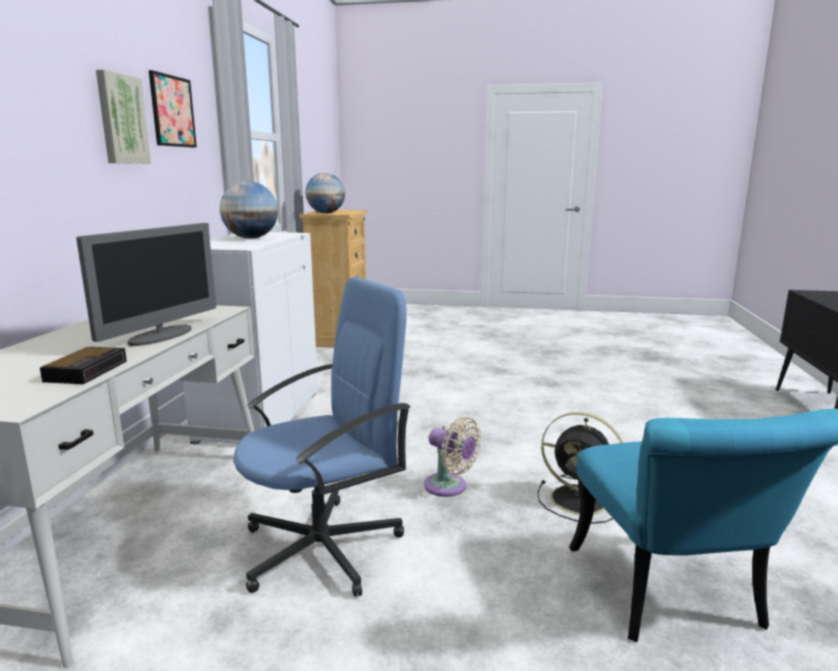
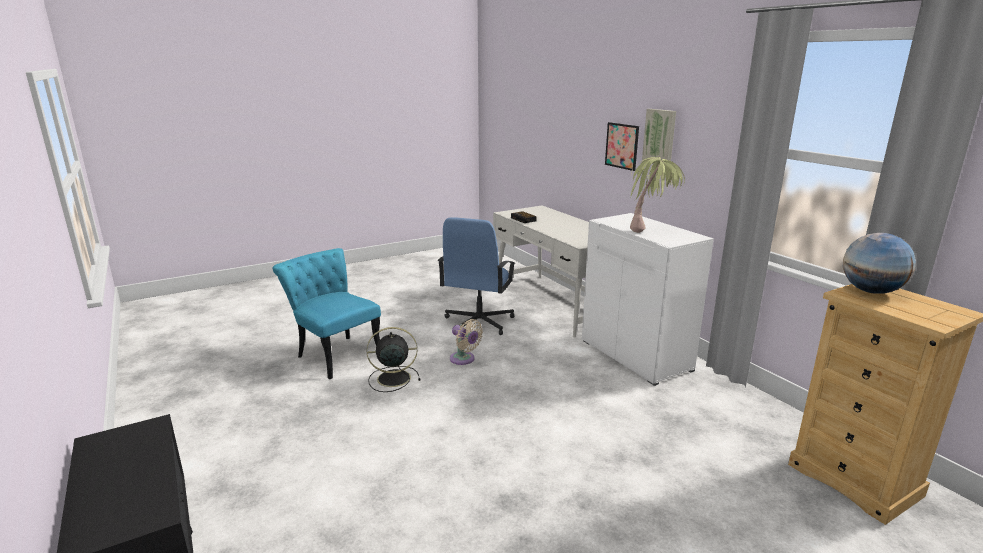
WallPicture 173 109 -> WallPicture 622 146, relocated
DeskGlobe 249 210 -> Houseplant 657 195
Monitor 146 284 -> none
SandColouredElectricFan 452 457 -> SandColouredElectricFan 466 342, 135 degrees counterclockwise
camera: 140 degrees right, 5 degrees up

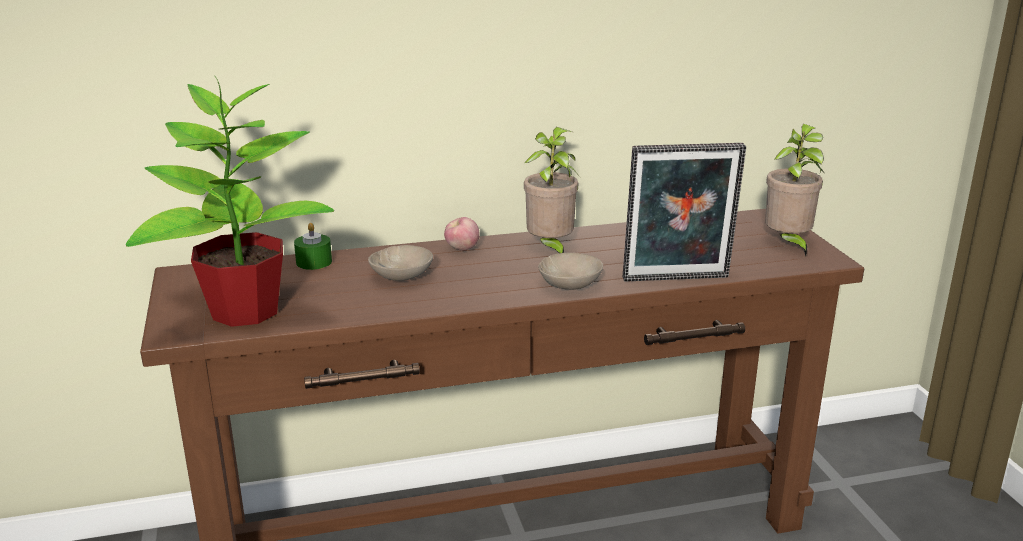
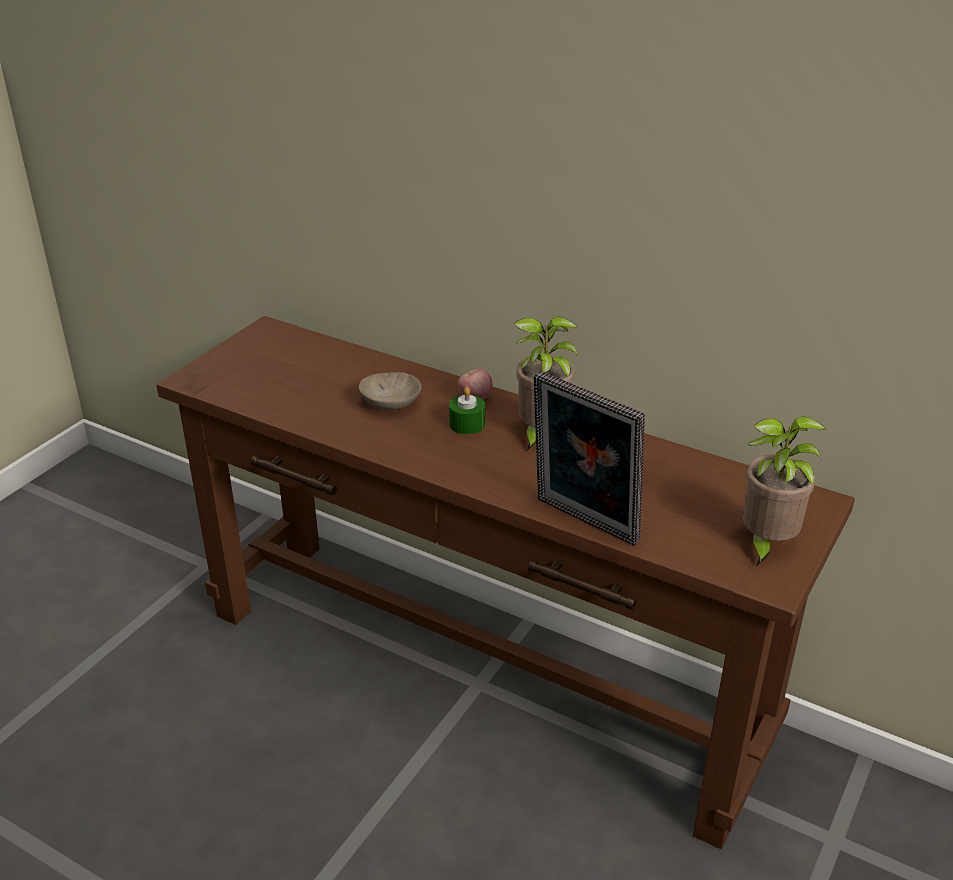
Houseplant 230 201 -> none
GreenWaxCandle 313 246 -> GreenWaxCandle 467 410, relocated
SandColouredServingBowl 570 271 -> none
camera: 45 degrees right, 10 degrees up

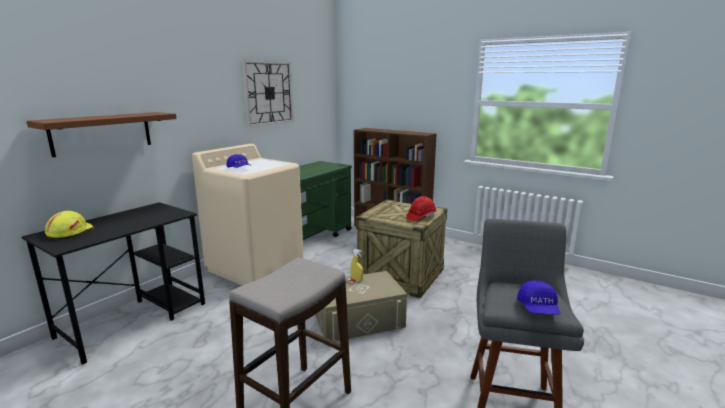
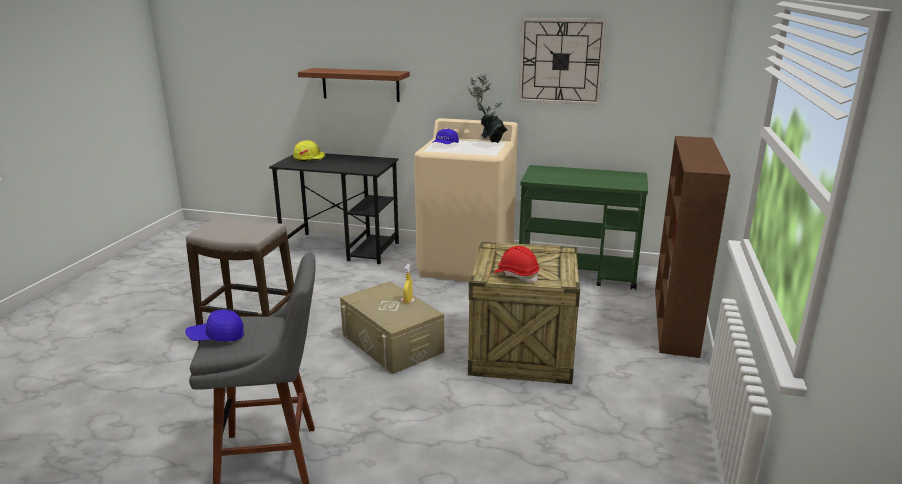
none -> Houseplant 487 108
camera: 70 degrees right, 5 degrees up

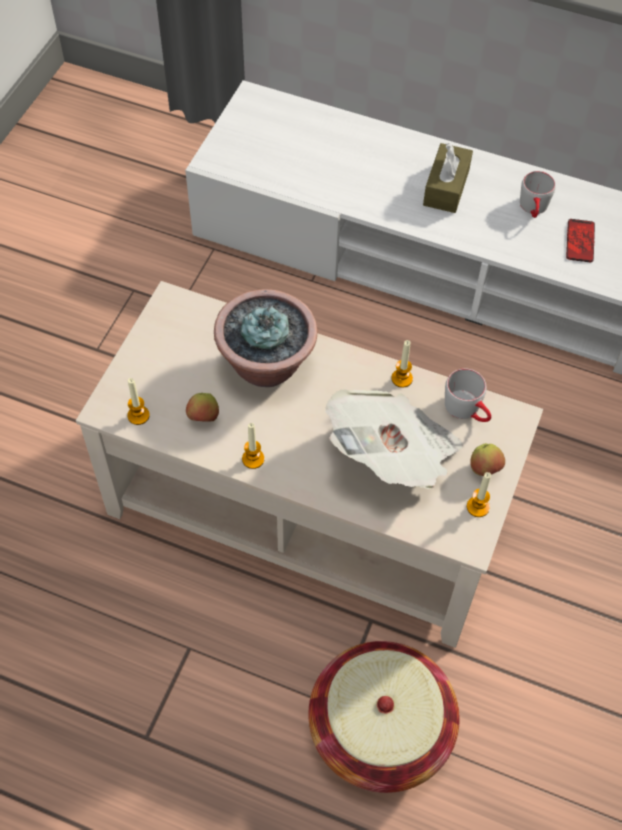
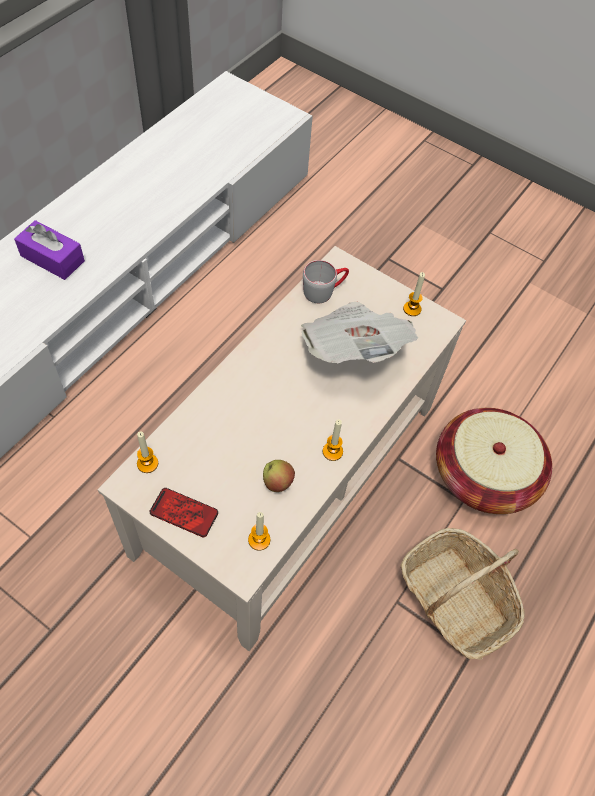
BrownTissueBox 448 178 -> PurplishTissueBox 49 250
GrayCoffeeMug 538 194 -> none
Handset 580 240 -> Handset 184 512, relocated
Houseplant 266 338 -> none
WaxCandle 402 364 -> WaxCandle 147 452, relocated
AppleFruit 487 459 -> none
none -> HouseholdBasket 462 594
camera: 80 degrees left, 0 degrees up

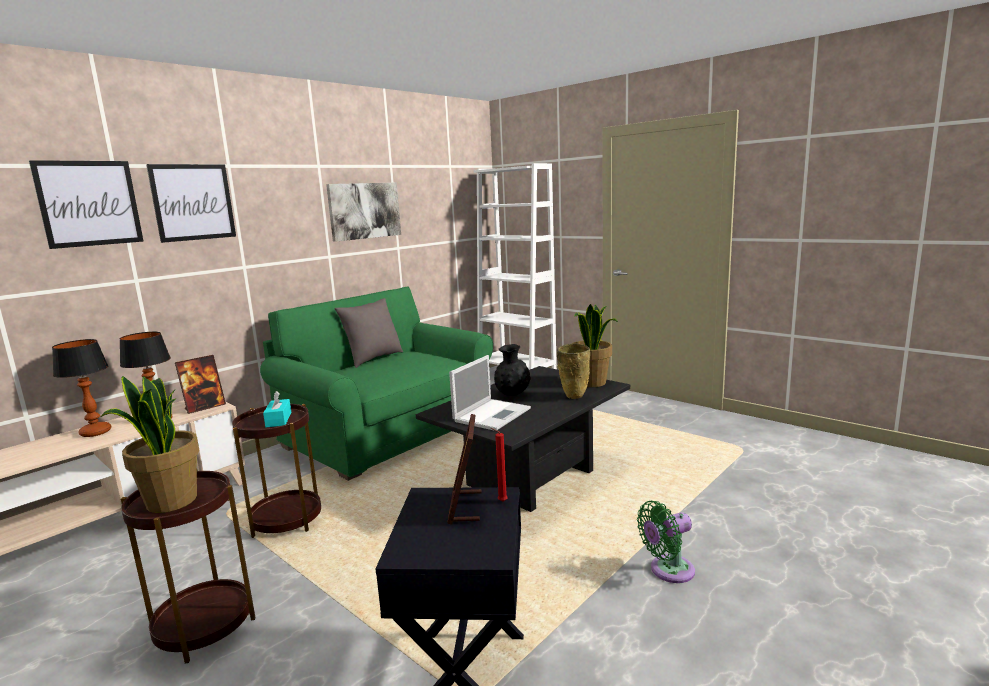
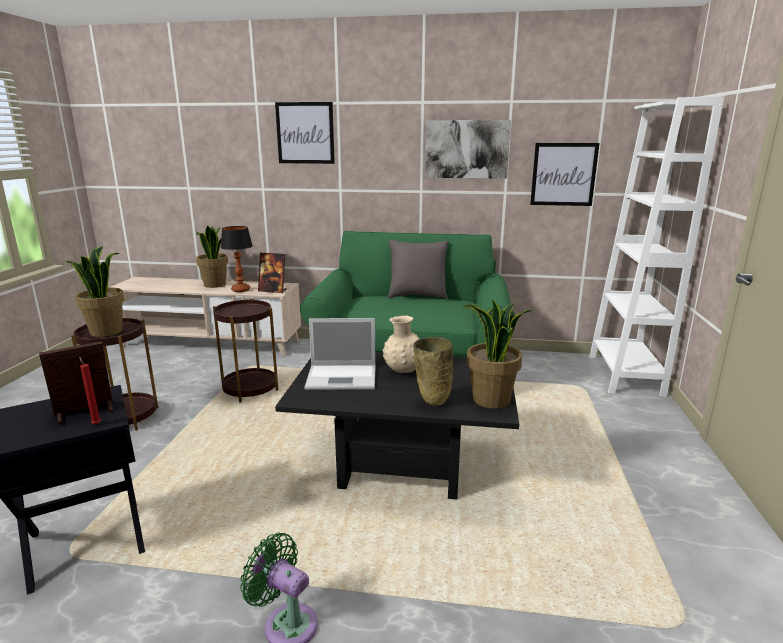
WallPicture 86 204 -> WallPicture 565 174, relocated
LampForATable 81 388 -> Houseplant 212 257
BlackishFlowerVase 512 370 -> SandColouredFlowerVase 401 344
TurquoiseColouredTissueBox 277 409 -> none
camera: 55 degrees right, 5 degrees up

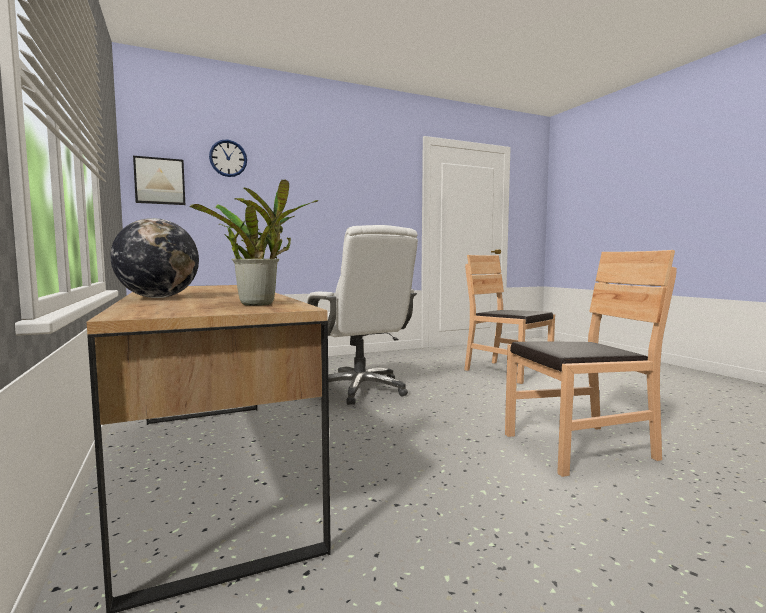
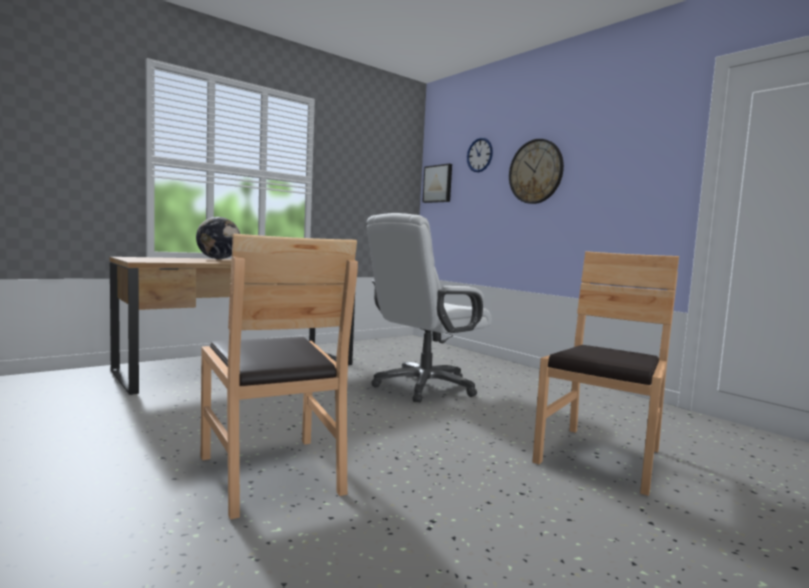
Houseplant 254 242 -> none
none -> WallClock 536 171
camera: 75 degrees right, 0 degrees up

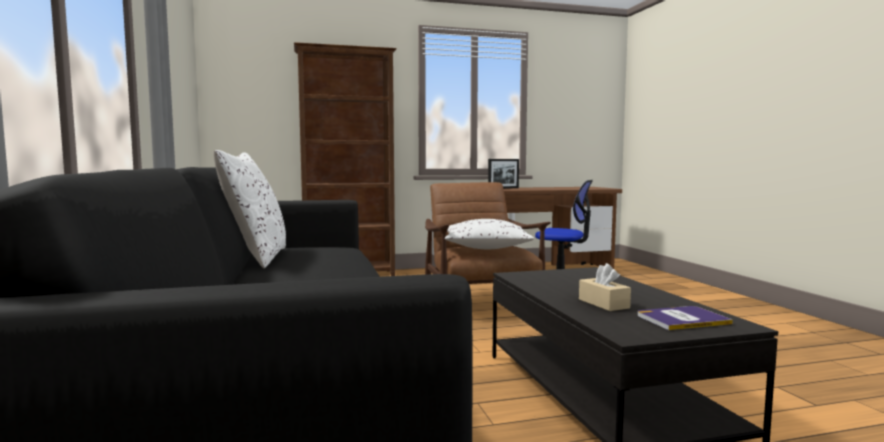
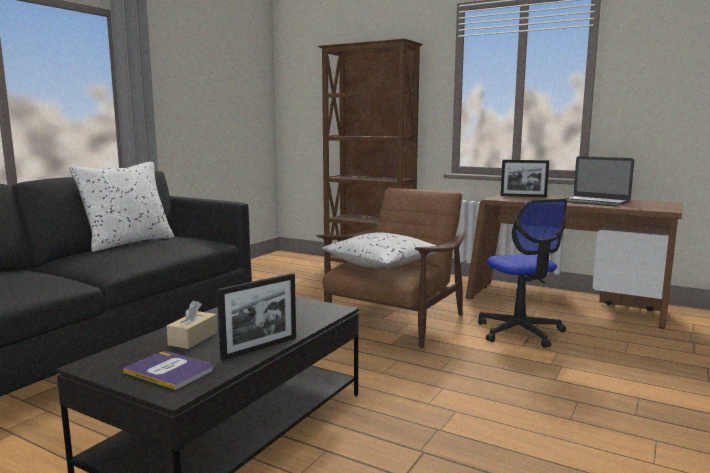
none -> Laptop 599 181
none -> StandingFrame 256 317
camera: 45 degrees right, 5 degrees up

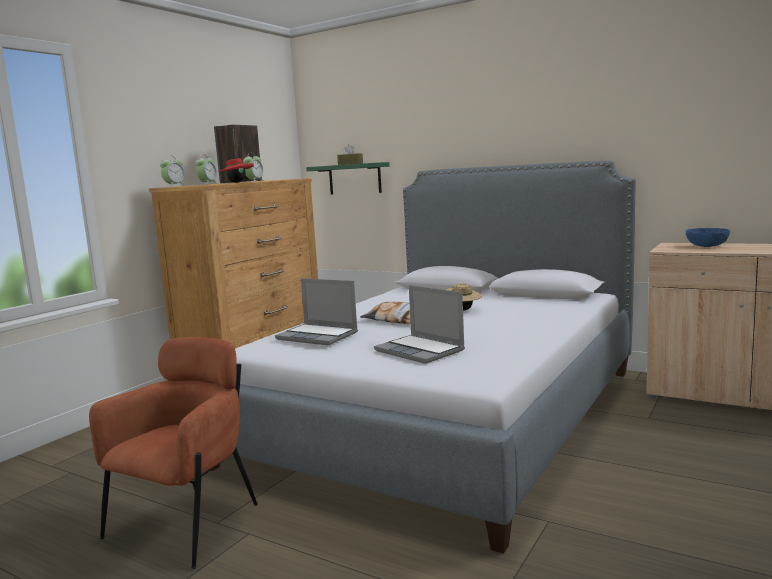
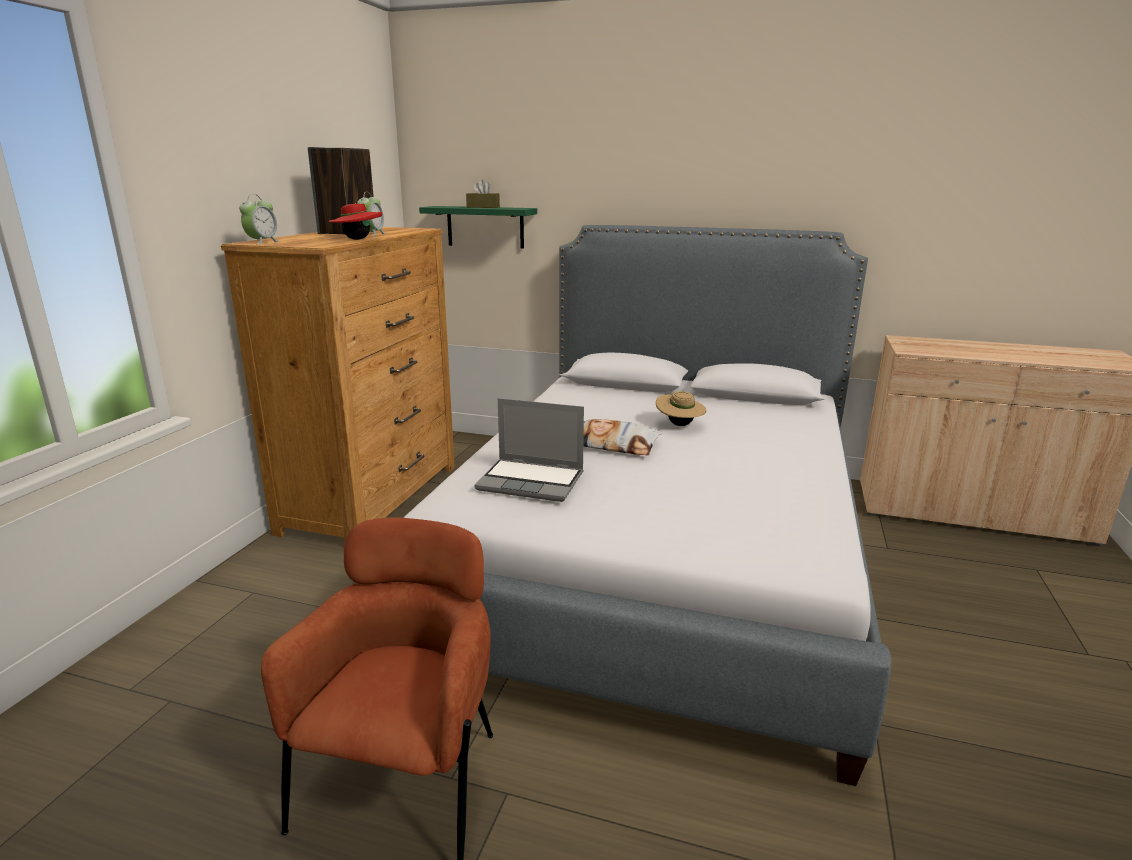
TableClock 207 169 -> none
BluishServingBowl 708 237 -> none
Laptop 419 324 -> none
camera: 15 degrees left, 10 degrees up

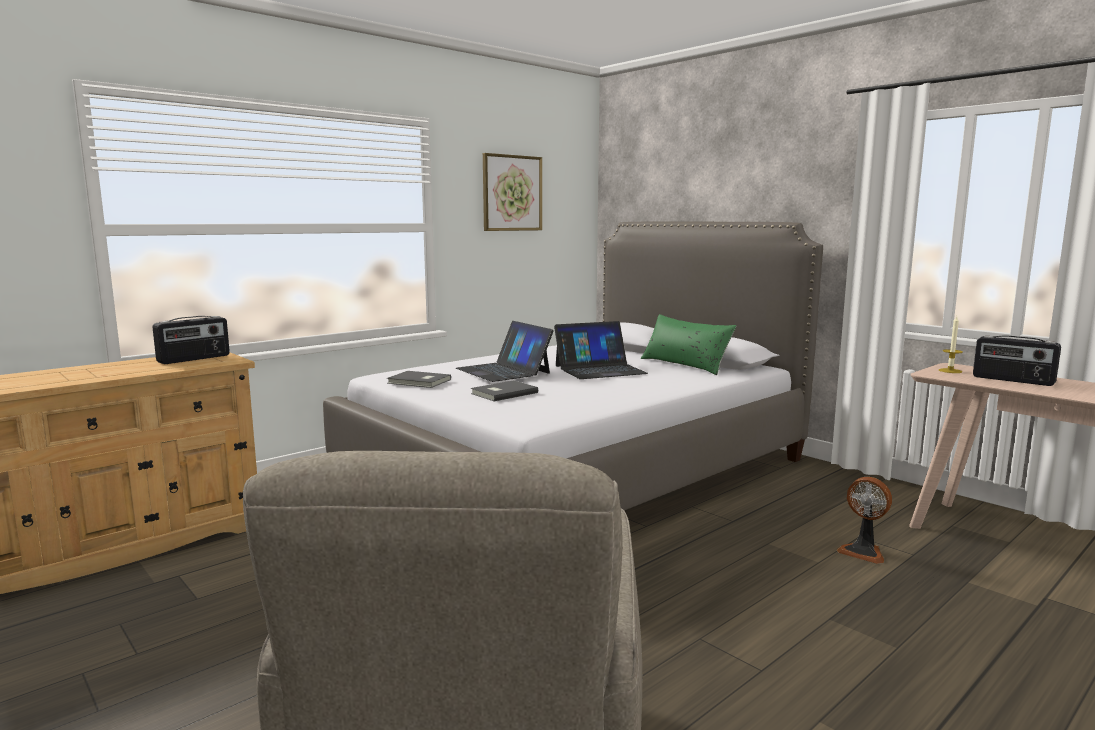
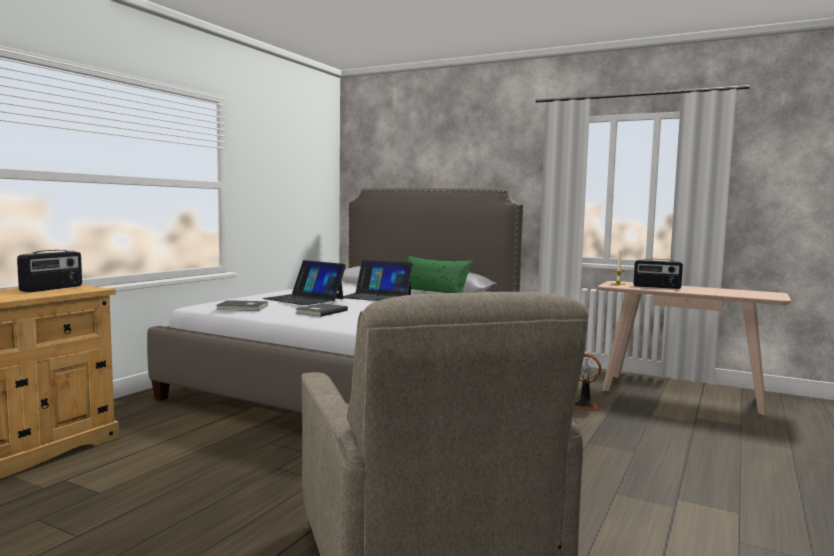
WallPicture 512 192 -> none
Laptop 601 350 -> Laptop 378 280, 60 degrees clockwise
camera: 20 degrees left, 5 degrees down

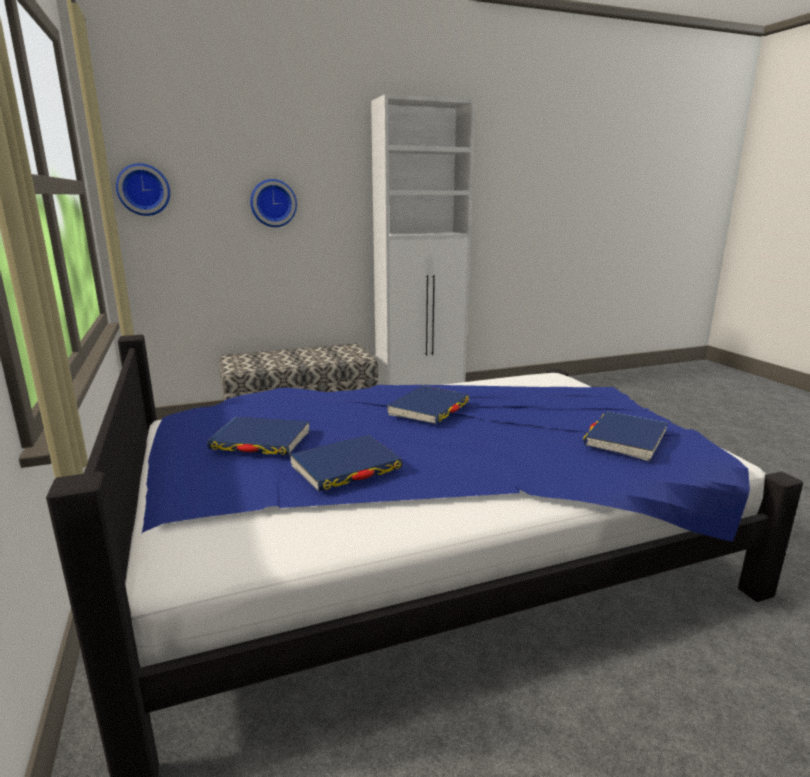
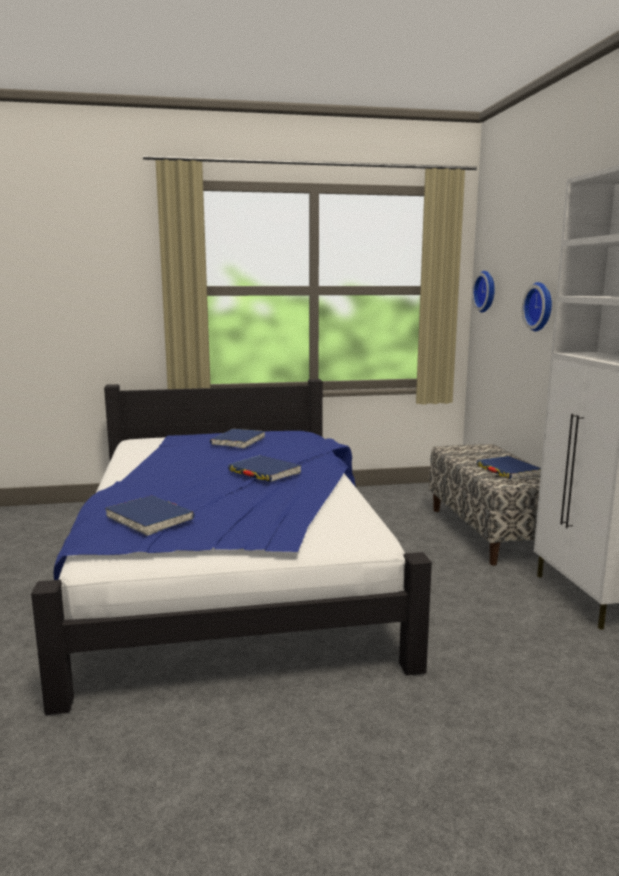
BluishBook 346 463 -> BluishBook 508 467, relocated
camera: 100 degrees right, 5 degrees down

